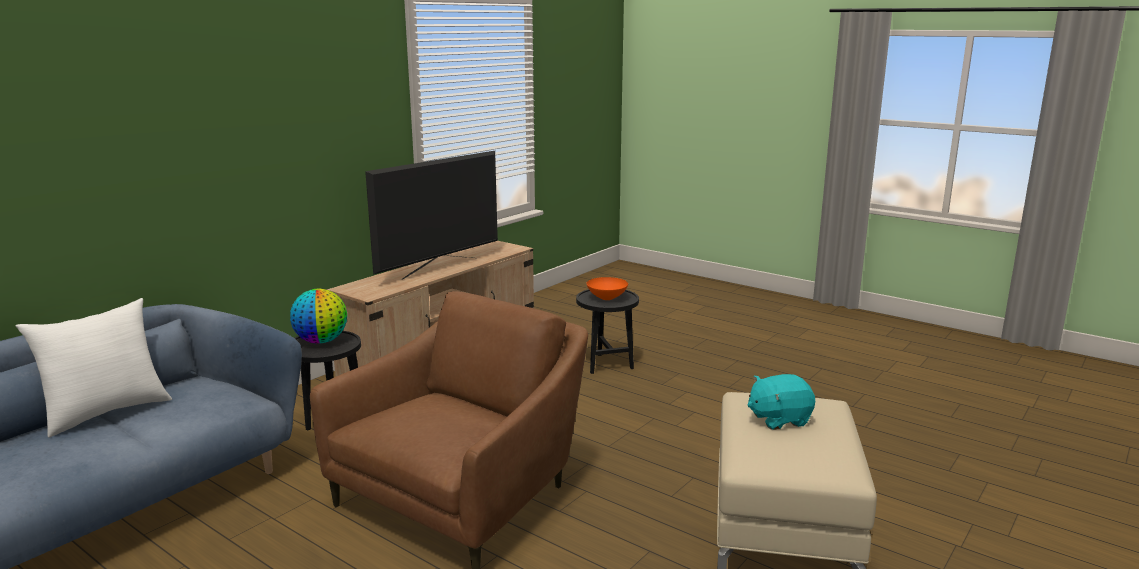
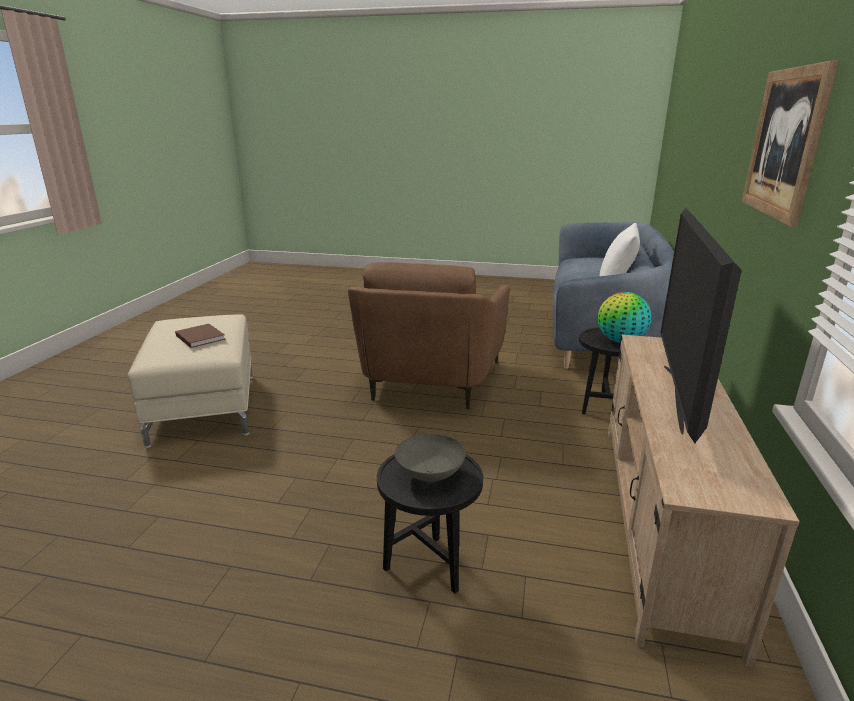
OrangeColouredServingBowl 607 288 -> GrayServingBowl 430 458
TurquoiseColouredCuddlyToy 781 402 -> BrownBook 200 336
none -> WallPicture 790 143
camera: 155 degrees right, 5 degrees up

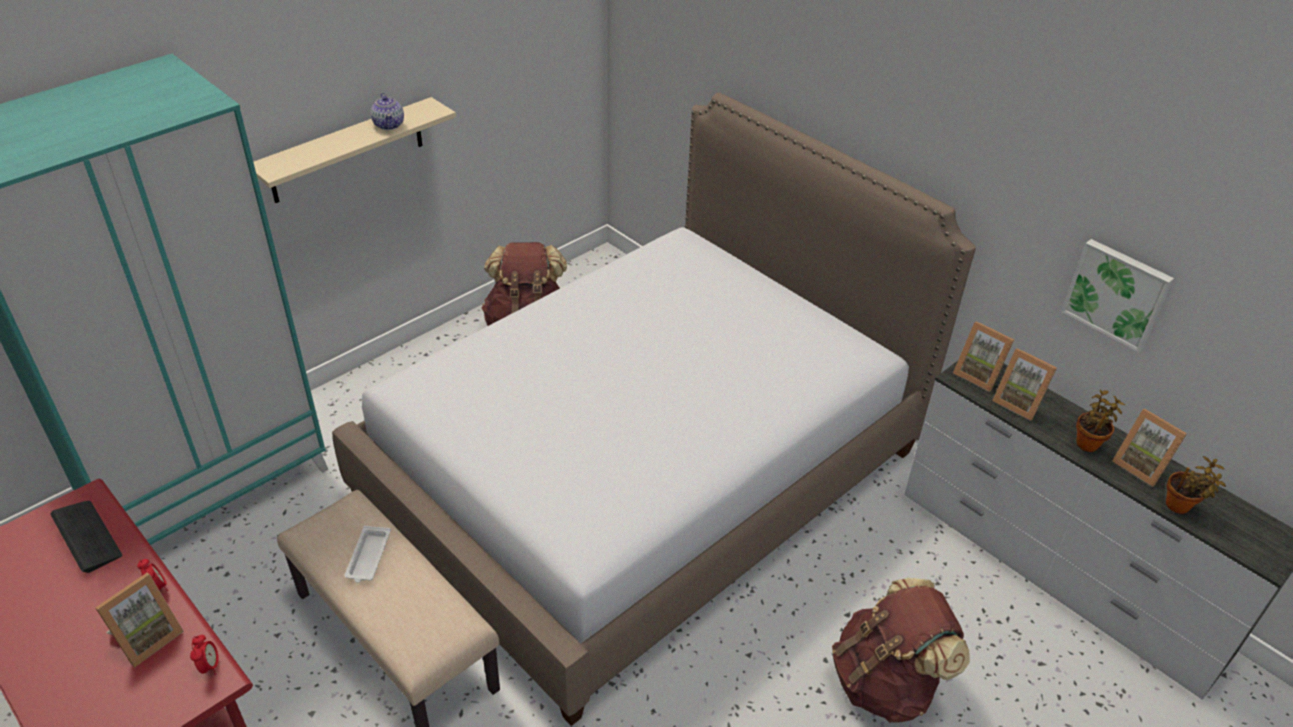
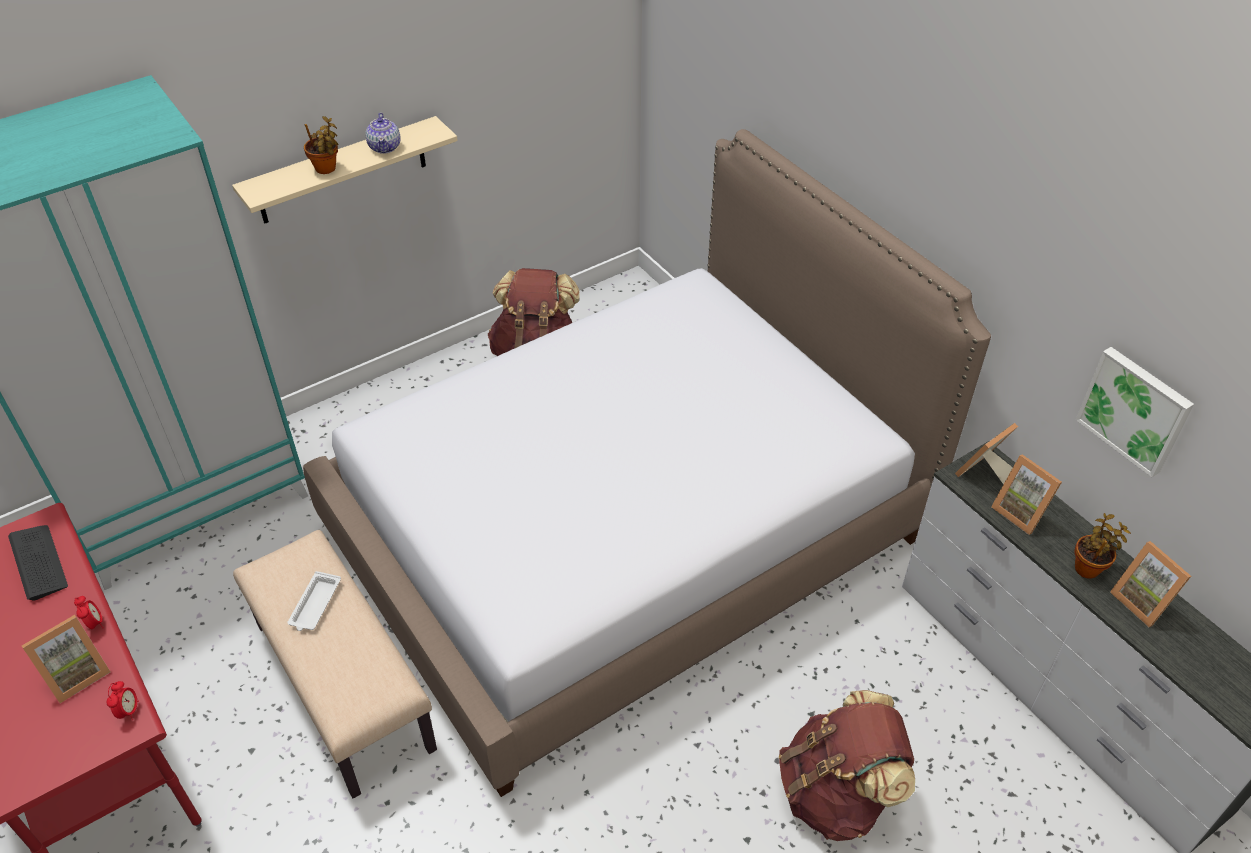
StandingFrame 983 356 -> StandingFrame 986 453, 90 degrees clockwise
Houseplant 1196 485 -> Houseplant 321 145, relocated
camera: 10 degrees right, 5 degrees up

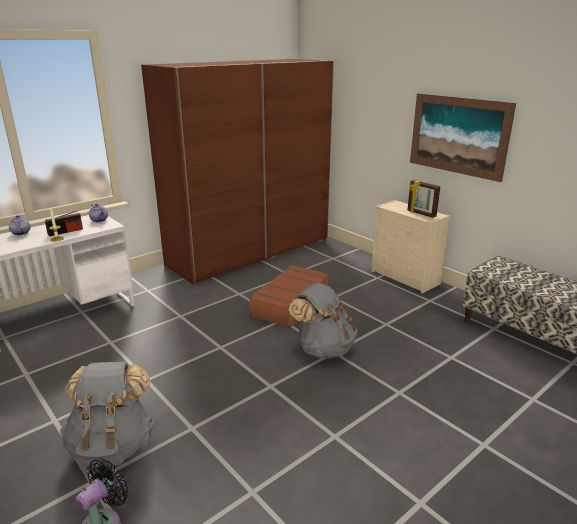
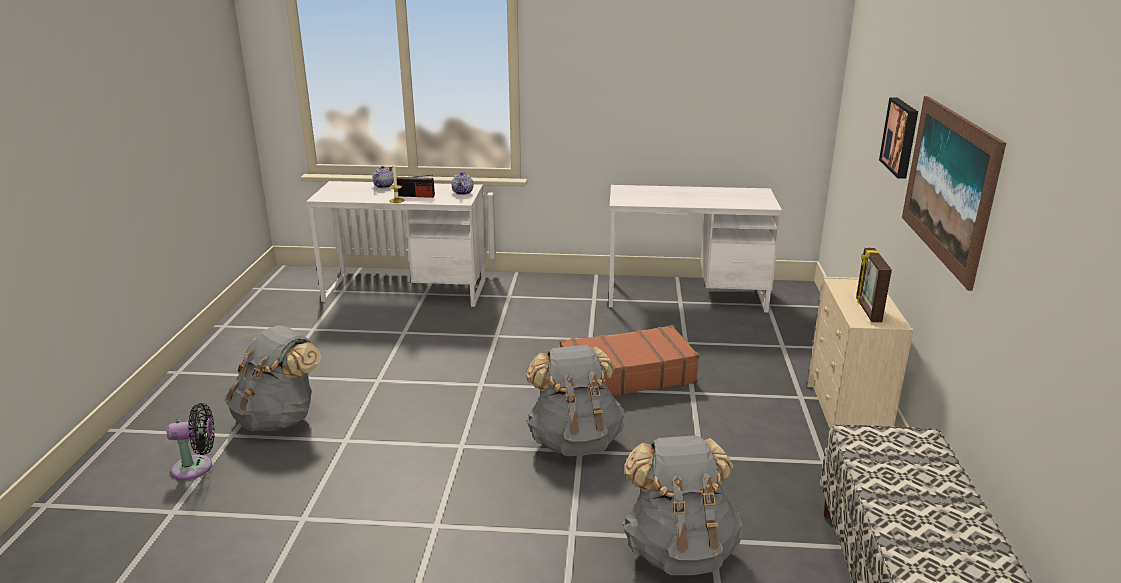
BrownWardrobe 237 172 -> WhiteColouredDeskUnit 695 248
none -> WallPicture 898 138
none -> GrayRucksack 682 505
camera: 45 degrees right, 0 degrees up

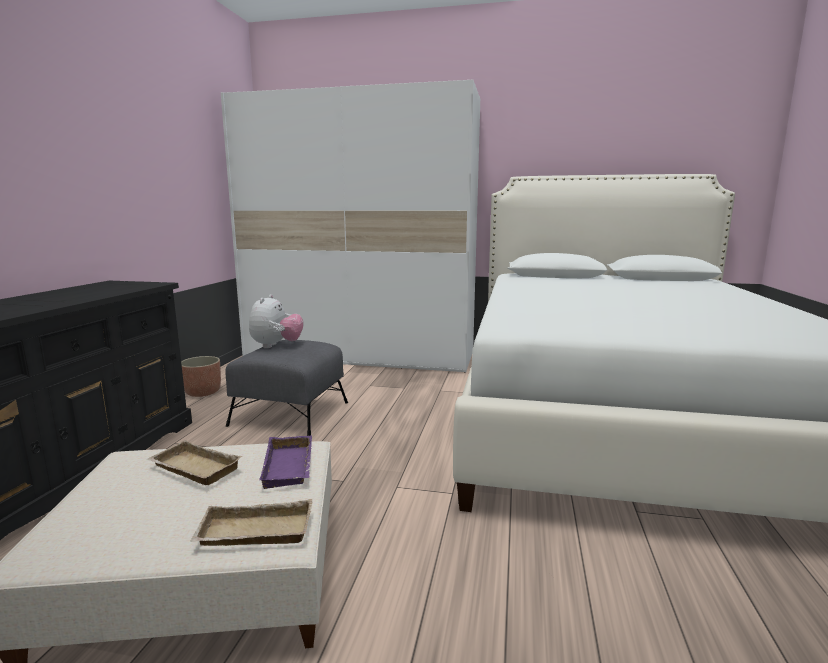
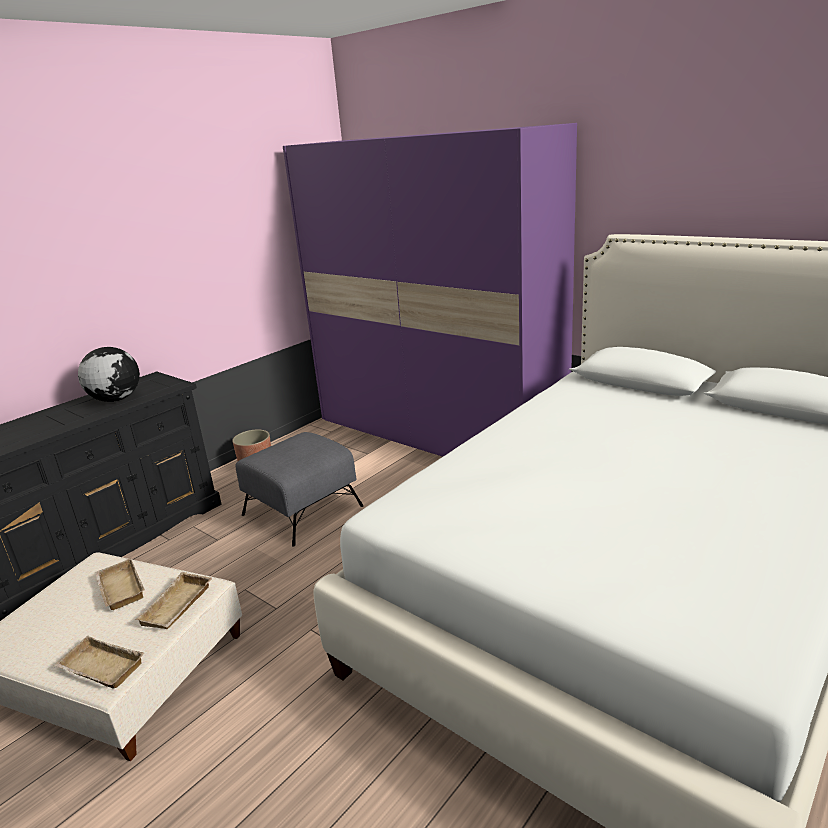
WhiteColouredWardrobe 350 226 -> PurplishWardrobe 430 290
CuddlyToy 276 321 -> none
PurplishTray 285 462 -> SandColouredTray 173 600
none -> DeskGlobe 109 374
camera: 30 degrees right, 10 degrees up

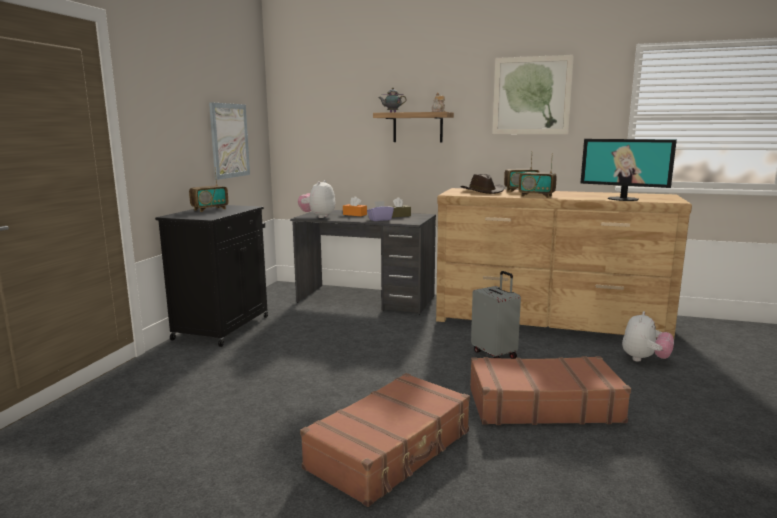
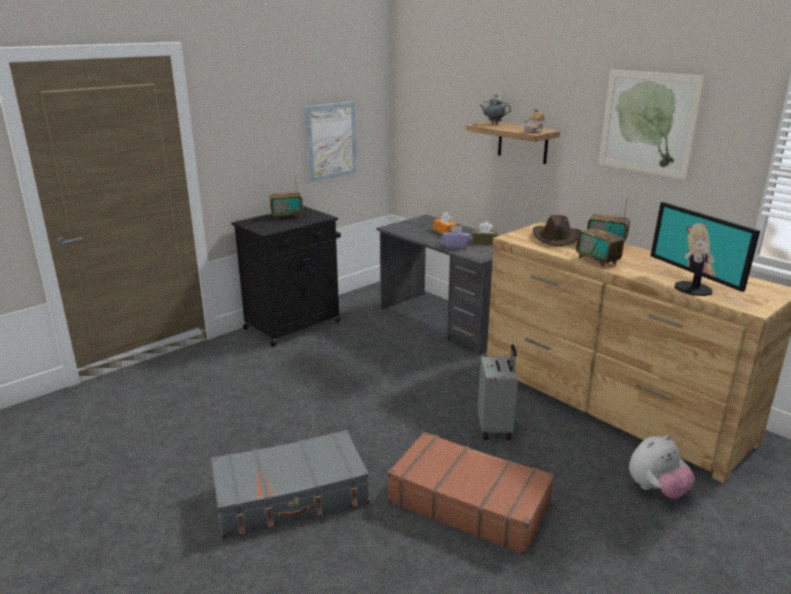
CuddlyToy 316 199 -> none
BrownSuitcase 385 440 -> GraySuitcase 289 484
camera: 30 degrees right, 10 degrees up

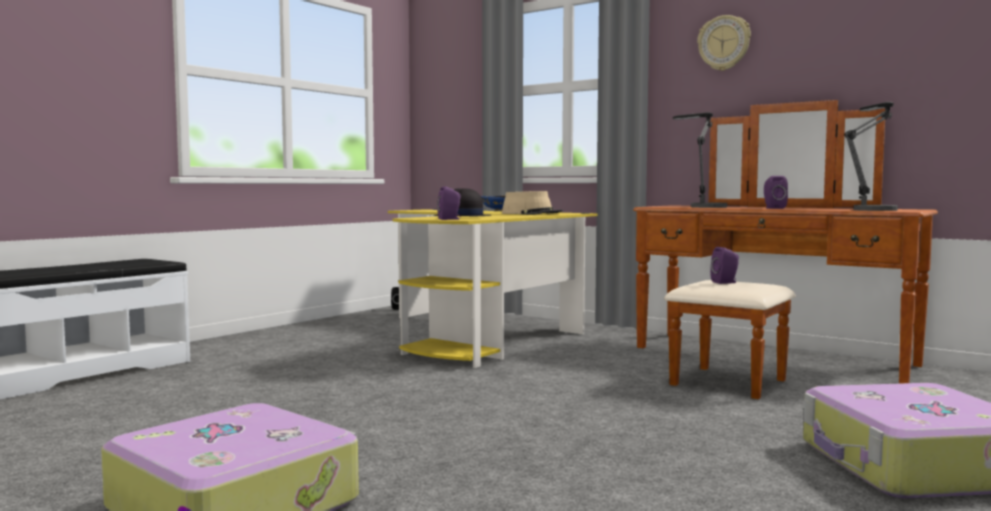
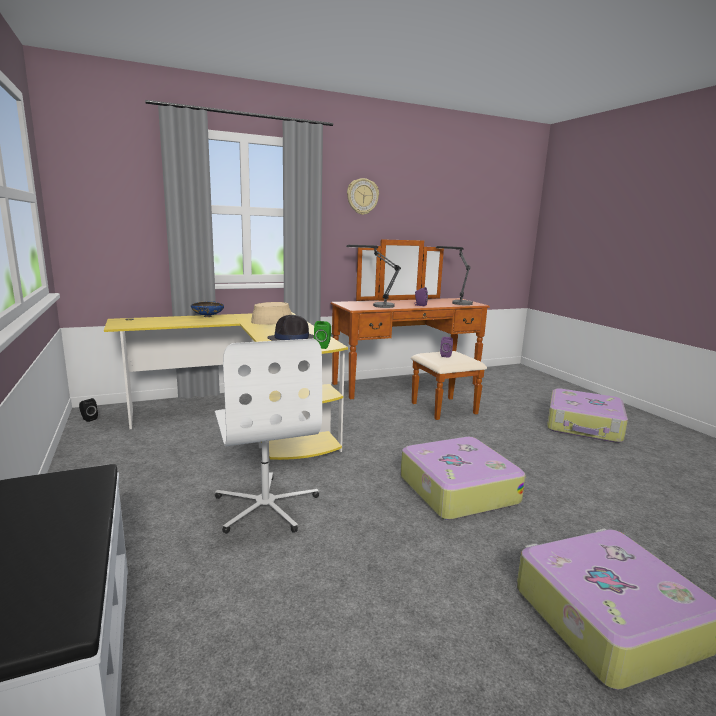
PurplishLoudspeaker 449 203 -> GreenLoudspeaker 322 335
none -> WhiteColouredComputerChair 268 436
none -> Suitcase 463 478
camera: 60 degrees left, 10 degrees up

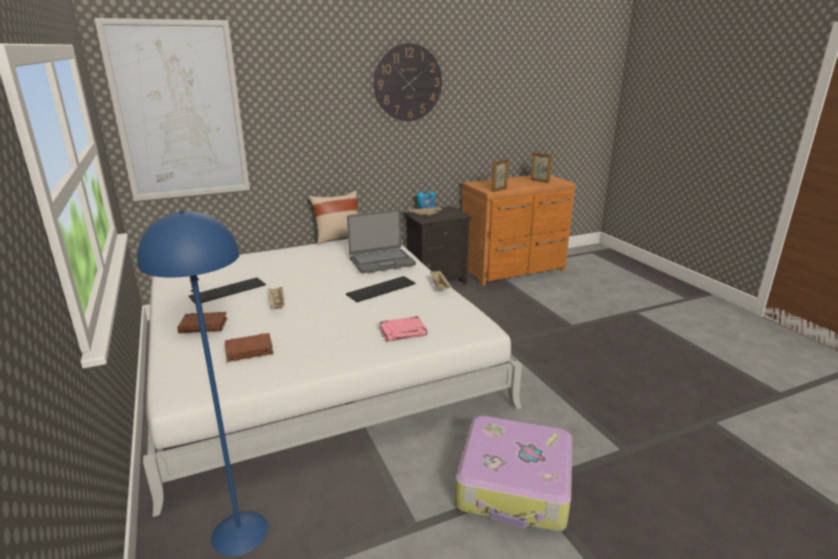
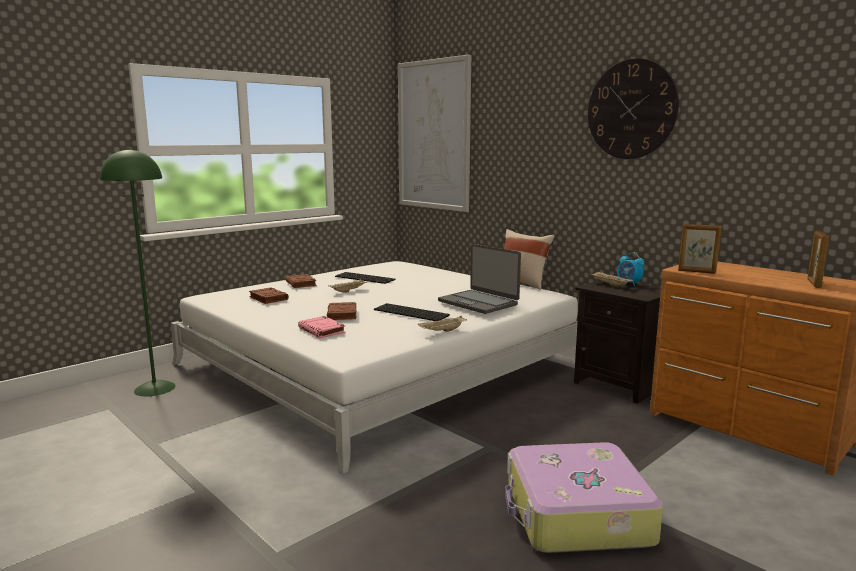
BluishStandingLamp 202 383 -> GreenStandingLamp 138 272
Suitcase 513 473 -> Suitcase 584 497, relocated
none -> BrownBook 341 311
camera: 70 degrees right, 10 degrees down

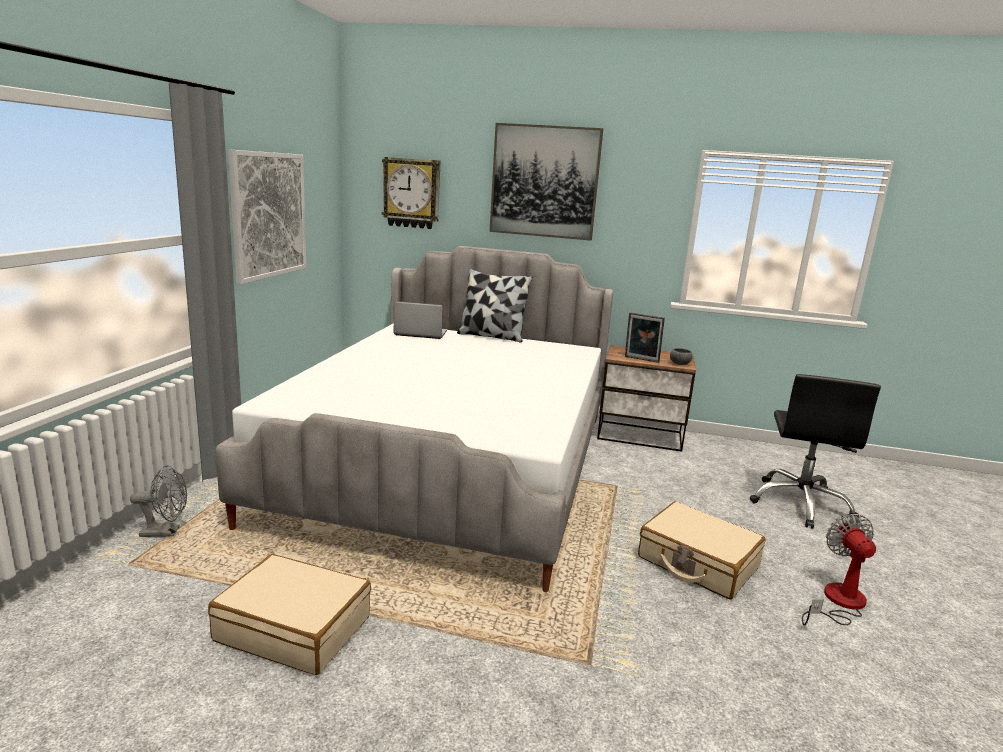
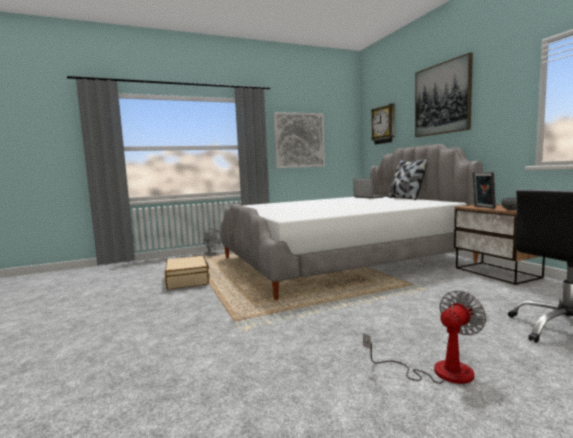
SandColouredSuitcase 701 550 -> none
camera: 55 degrees right, 10 degrees down

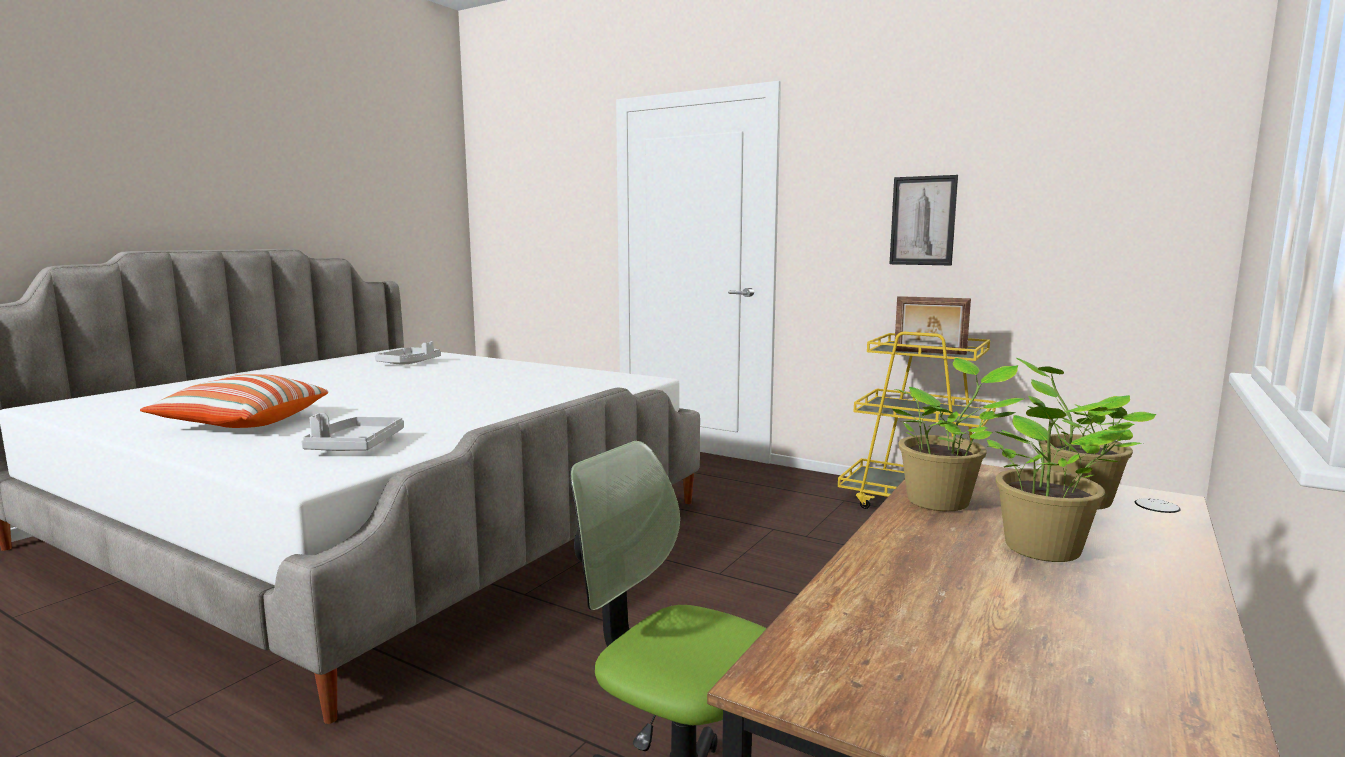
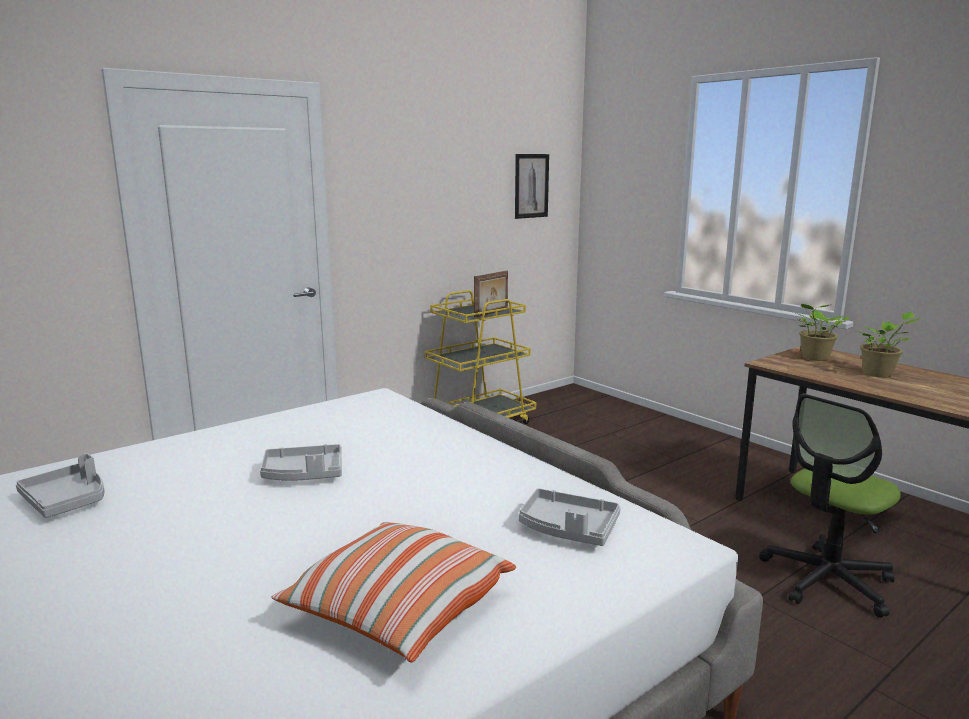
WallPicture 924 220 -> WallPicture 532 186, relocated
Houseplant 957 434 -> none
none -> GrayTray 301 462
camera: 70 degrees left, 5 degrees up

